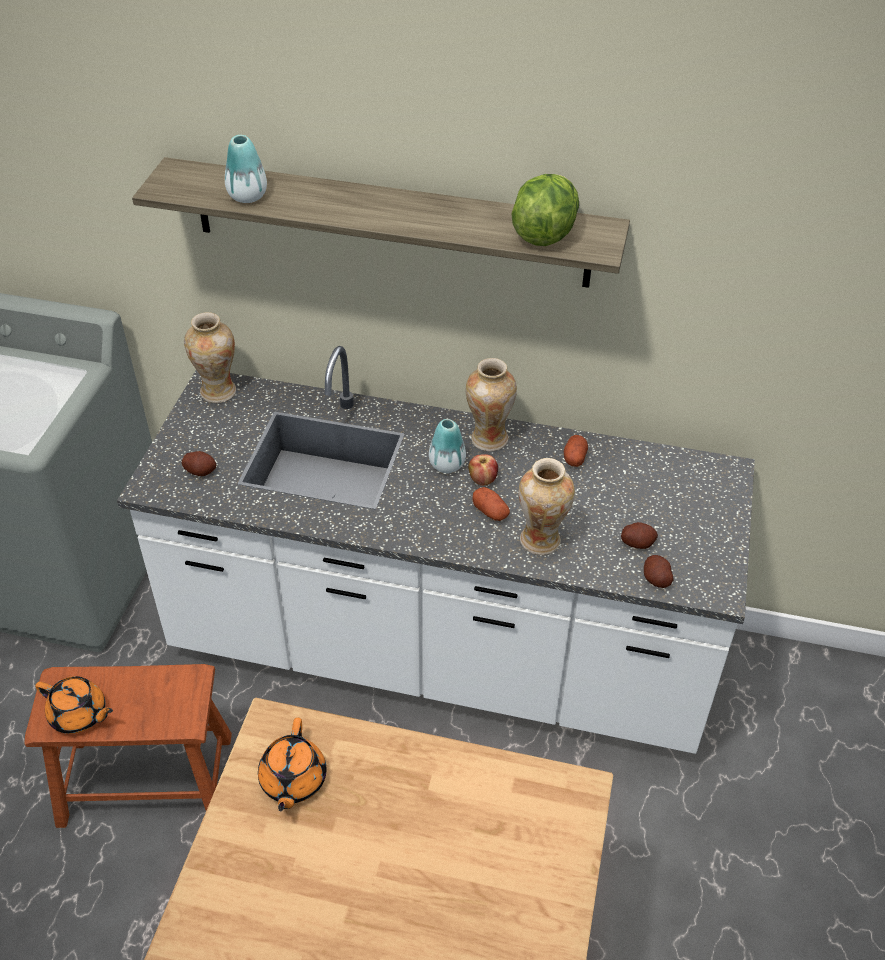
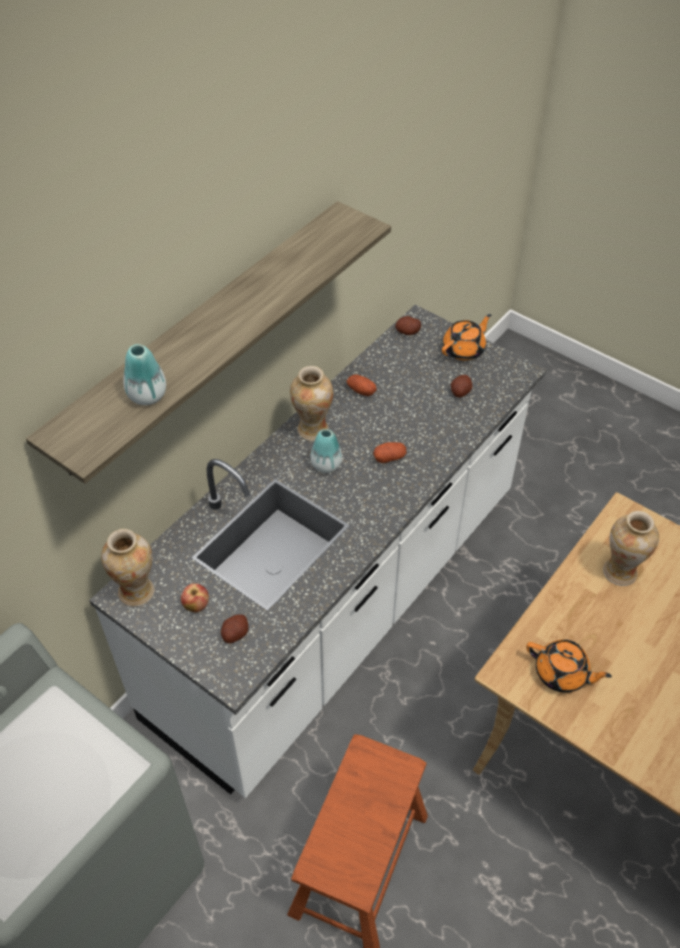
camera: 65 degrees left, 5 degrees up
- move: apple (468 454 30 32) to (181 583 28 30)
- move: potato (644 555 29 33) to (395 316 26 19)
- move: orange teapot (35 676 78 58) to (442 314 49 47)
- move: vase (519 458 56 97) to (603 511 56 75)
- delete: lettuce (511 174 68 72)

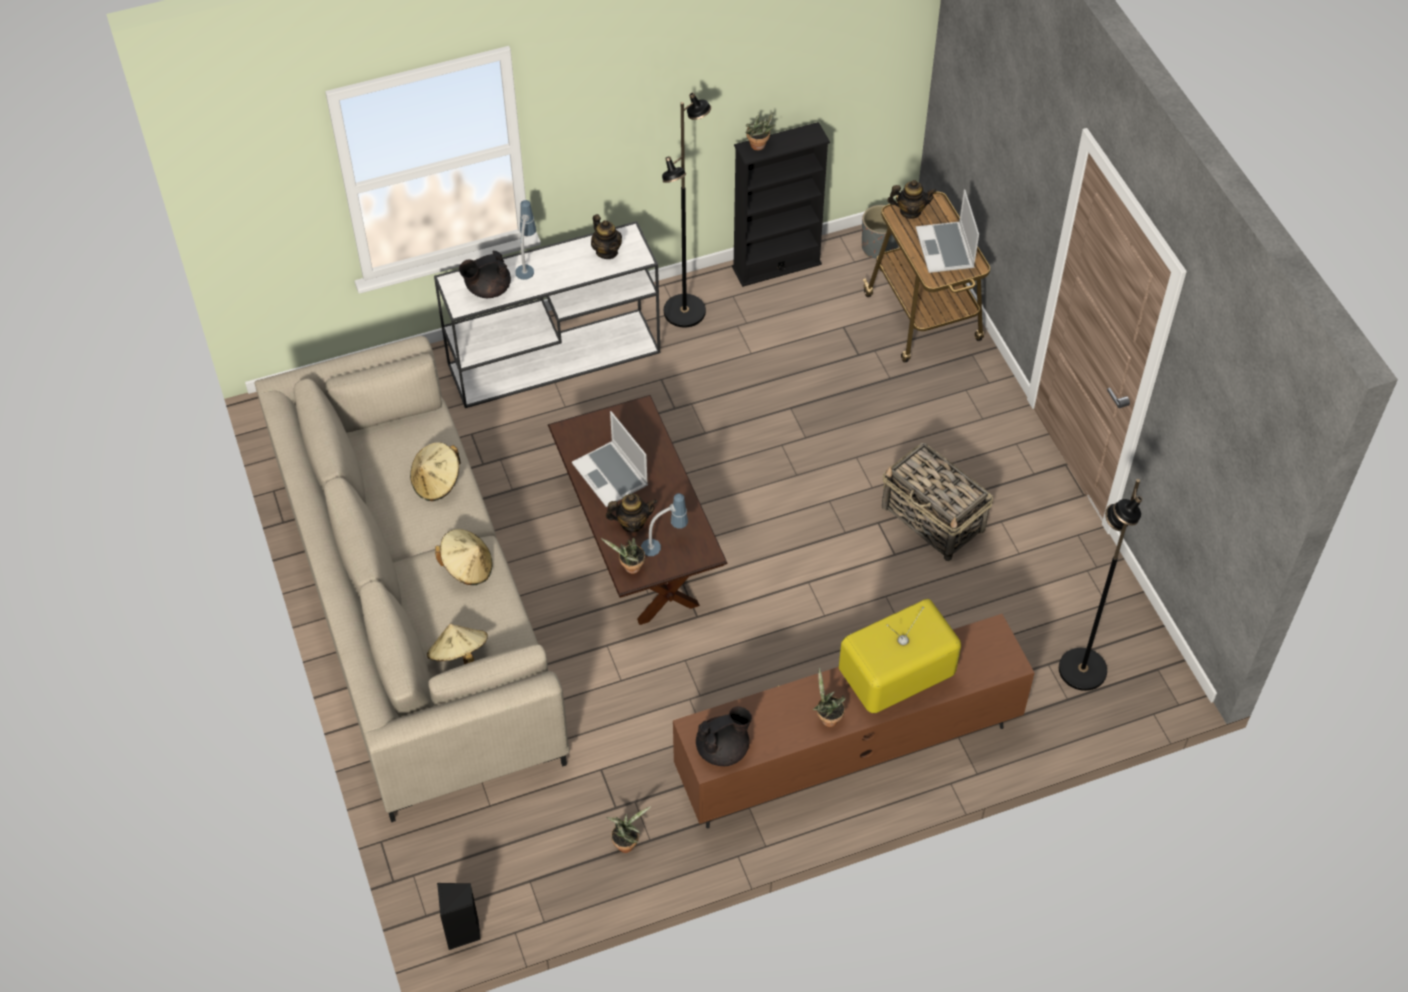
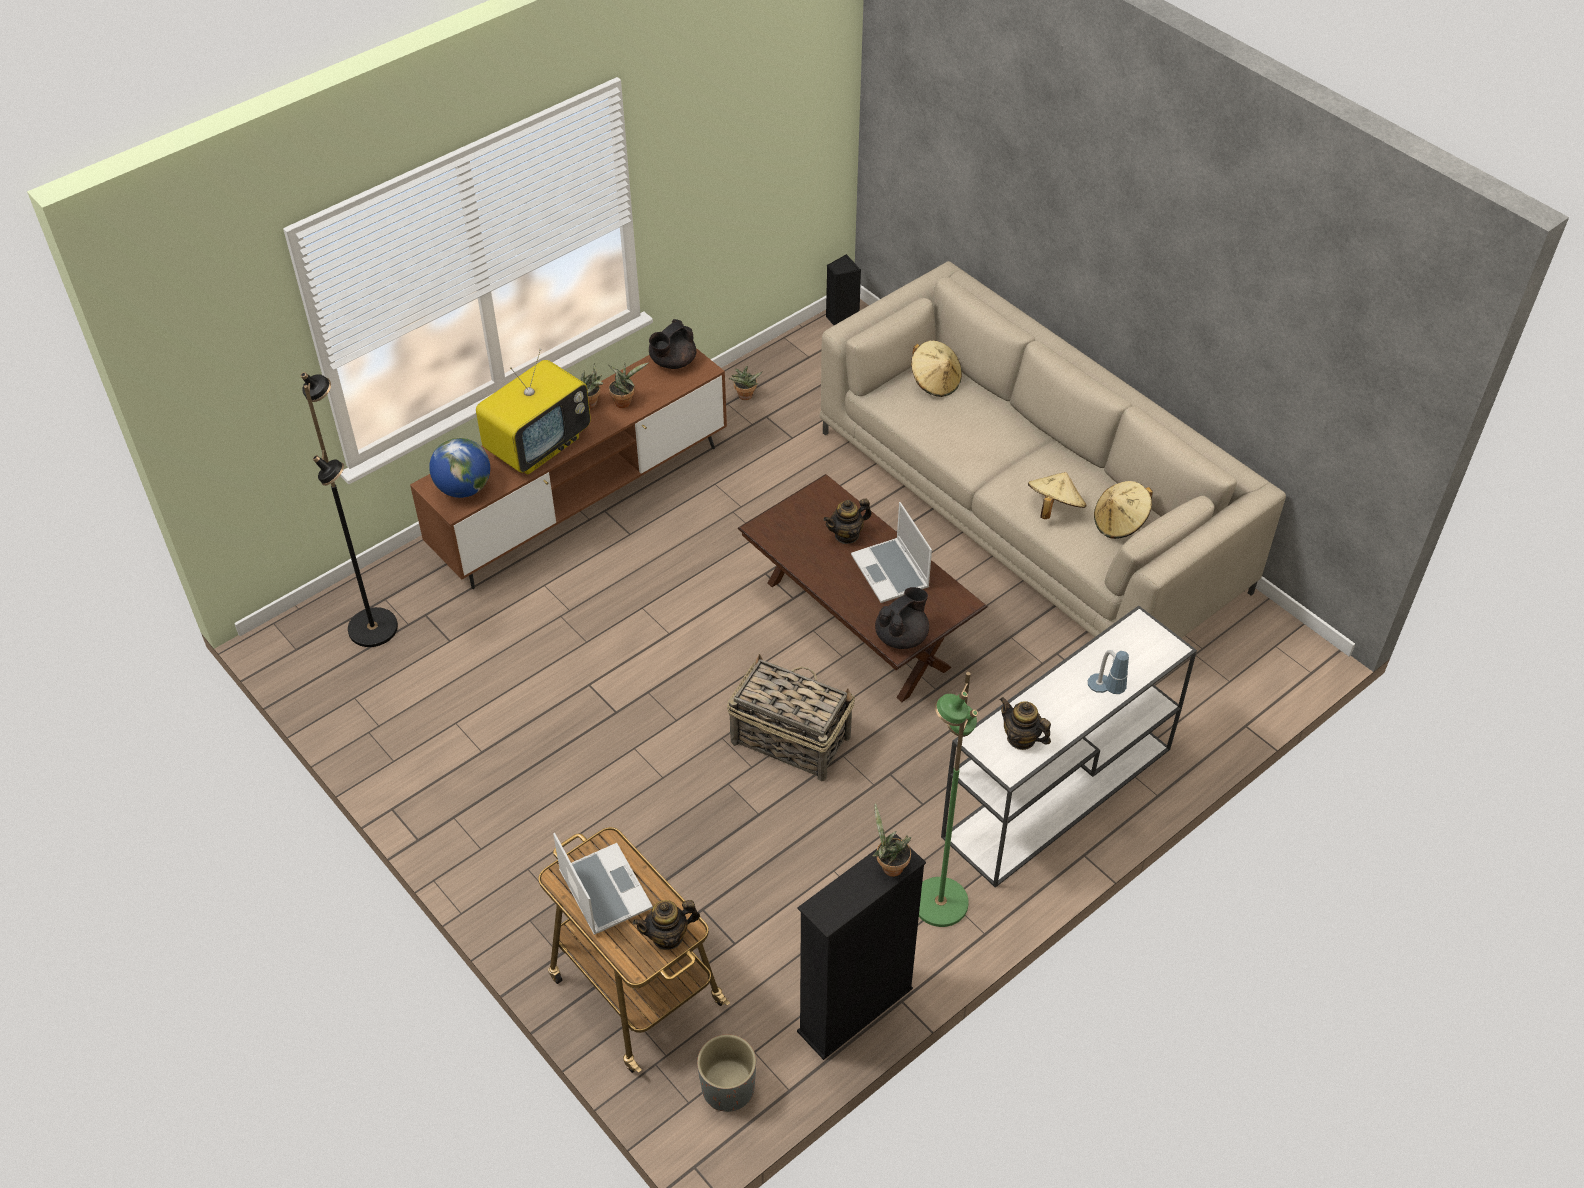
camera: 160 degrees right, 5 degrees down
- insert: globe (429 438 61 60)
- move: potted plant (601 537 44 37) to (608 362 41 46)
- move: basket (882 443 111 118) to (727 653 128 129)
- rotate: laptop (572 411 76 96) = (851 502 81 101) 150 degrees counterclockwise
- move: black teapot (459 251 52 47) to (875 587 54 62)
- recolor: black floor lamp (662 93 49 234) to green floor lamp (919 672 59 255)
- move: beige hat (435 529 58 56) to (1094 481 59 58)
- delete: table lamp (641 493 47 63)

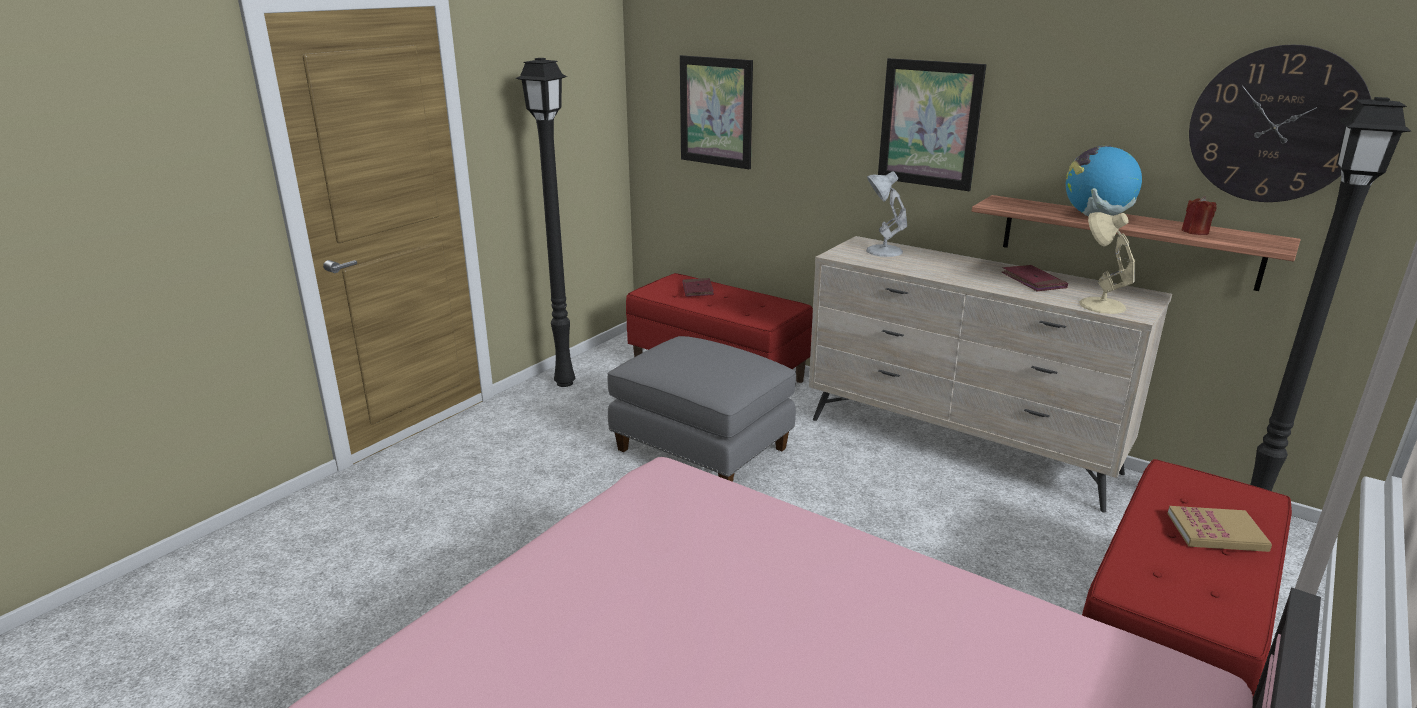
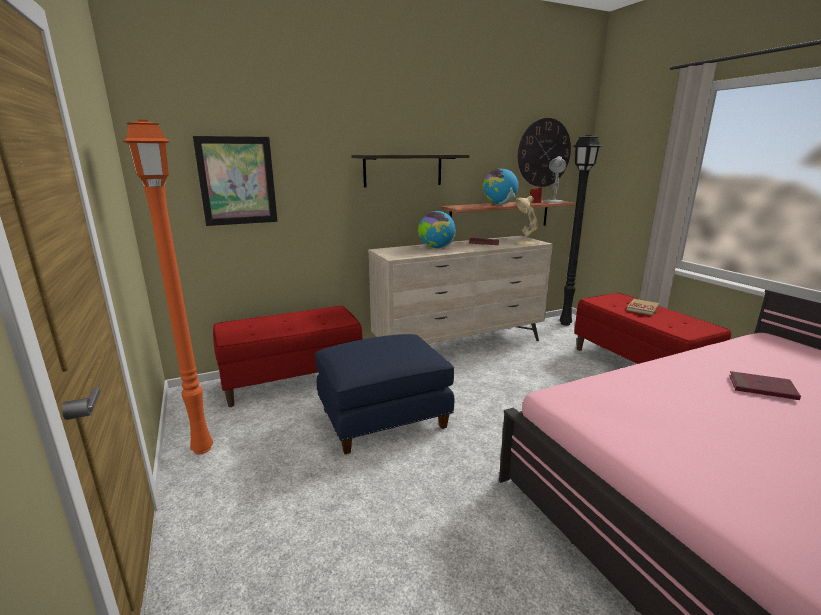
camera: 60 degrees left, 5 degrees down
- recolor: black floor lamp (516 58 59 329) to orange floor lamp (122 120 91 334)
- recolor: grey ottoman (607 336 189 146) to blue ottoman (315 334 139 120)
- replace: picture (878 58 109 133) to shelf (351 155 118 32)
- insert: globe (418 211 38 38)
- move: white table lamp (866 171 41 86) to (544 156 22 47)
- move: red book (682 278 32 19) to (729 371 72 29)

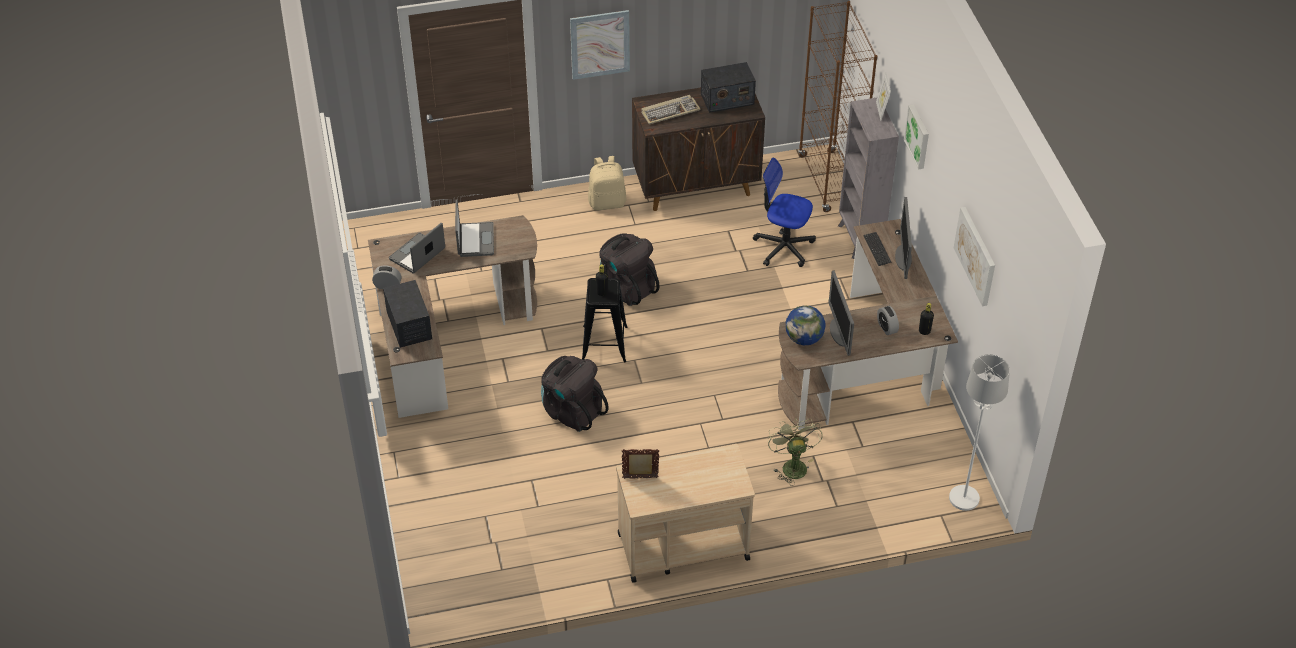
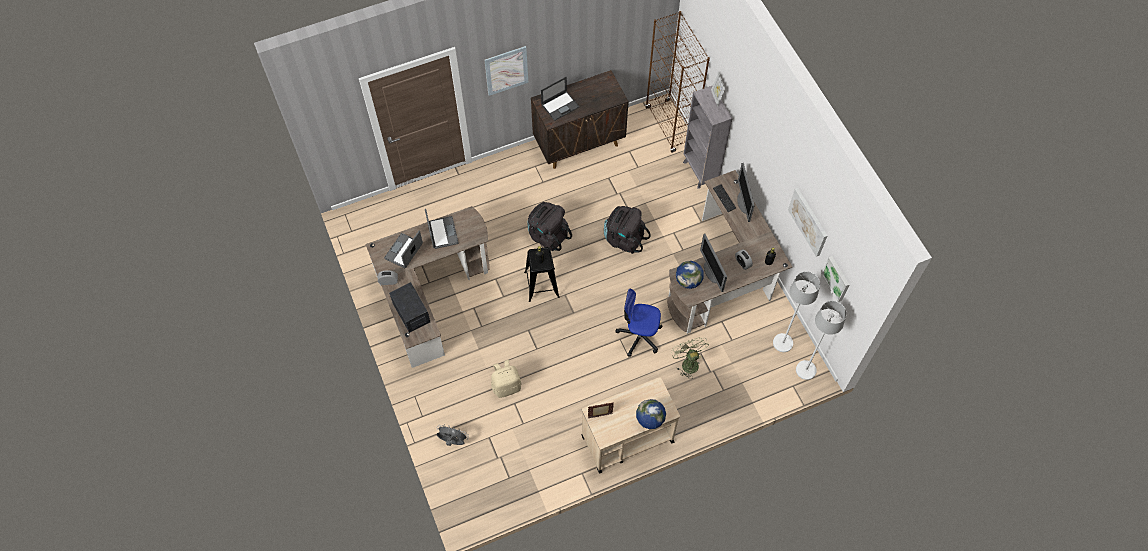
camera: 10 degrees left, 15 degrees up
- insert: grey fan (436 424 33 22)
- move: beige backpack (588 156 39 55) to (491 360 31 38)
- replace: keyboard (641 95 60 30) to laptop (541 77 38 44)
- move: black backpack (541 356 68 76) to (604 206 46 48)
- move: office chair (753 158 63 109) to (615 289 47 68)
- insert: globe (636 399 30 30)
- insert: white floor lamp (773 271 47 81)
- move: picture (904 104 25 66) to (822 256 28 46)
- delete: radio (701 62 55 51)

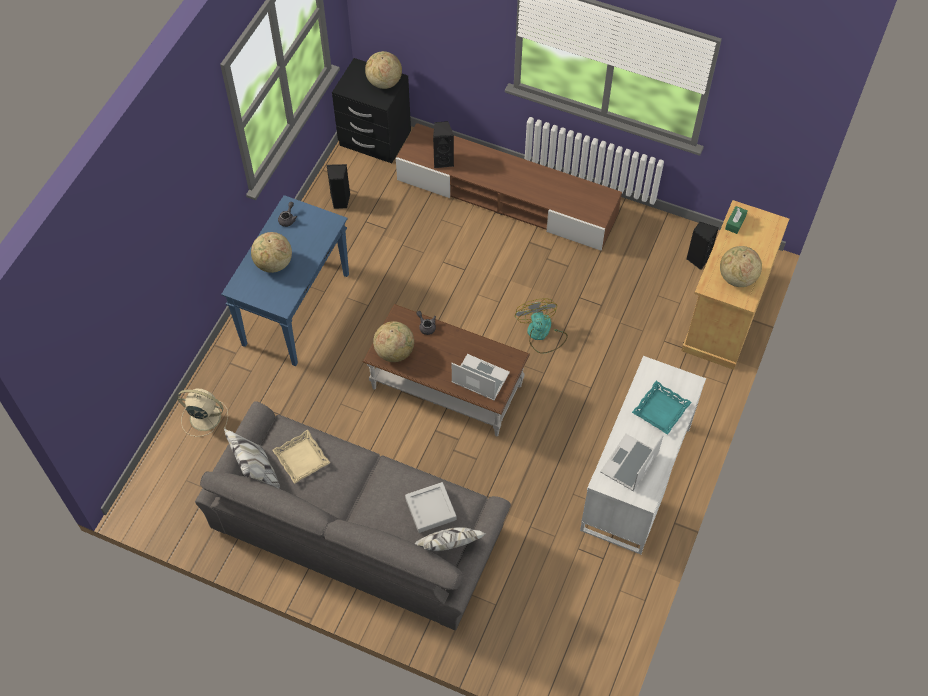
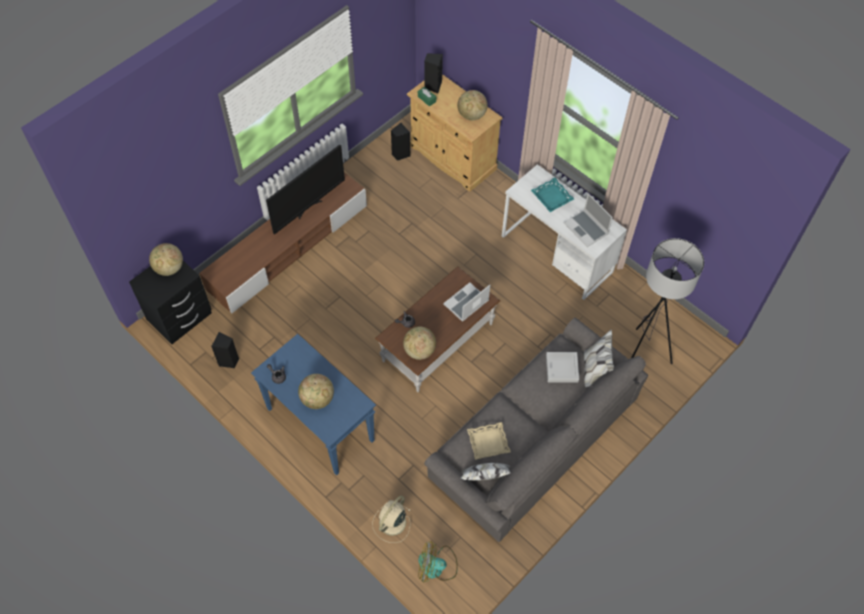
camera: 70 degrees left, 0 degrees up
- insert: television (266 144 79 90)
- move: fan (515 298 53 56) to (419 541 39 41)
- move: black speaker (433 121 21 47) to (424 53 19 40)
- insert: grey floor lamp (631 238 73 126)

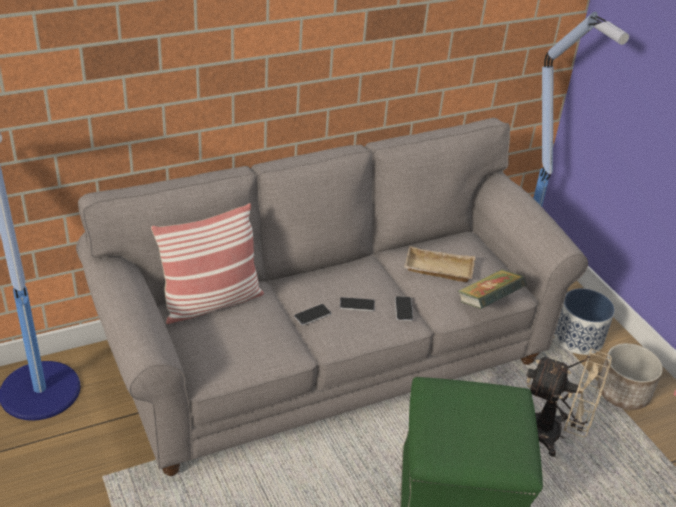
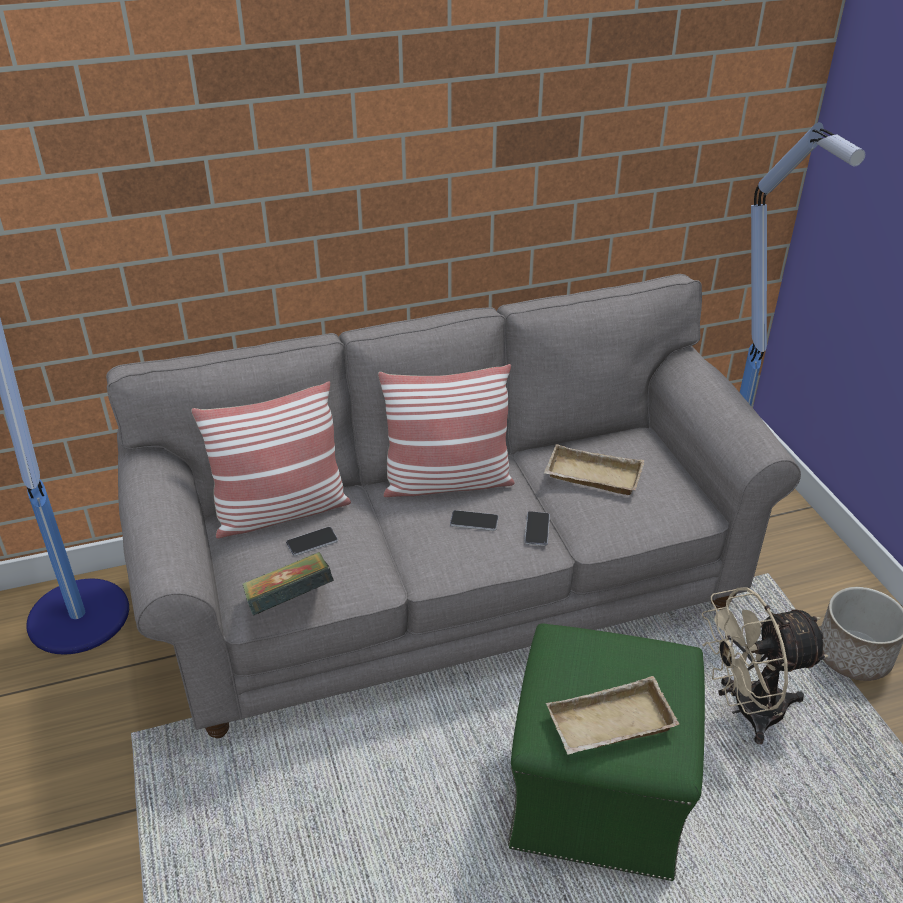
camera: 10 degrees right, 0 degrees up
- move: book (457 269 70 40) to (242 552 92 64)
- move: phone (294 304 37 22) to (286 527 52 29)
- insert: pillow (378 364 137 133)
- insert: beige tray (546 676 134 79)
- rotate: beige fan (527 348 85 109) = (702 587 127 157) 135 degrees clockwise
- delete: planter (554 288 61 67)

